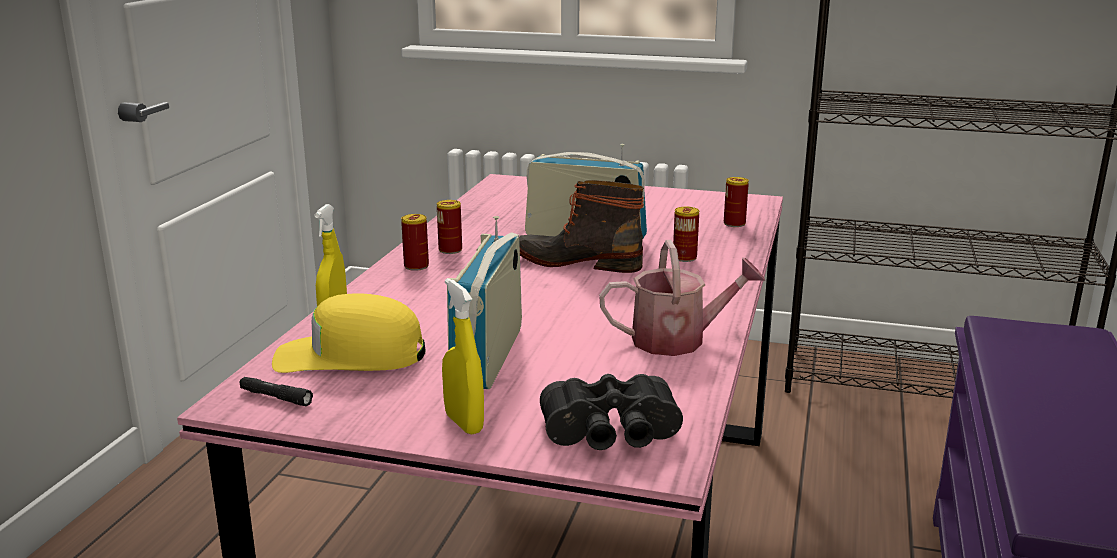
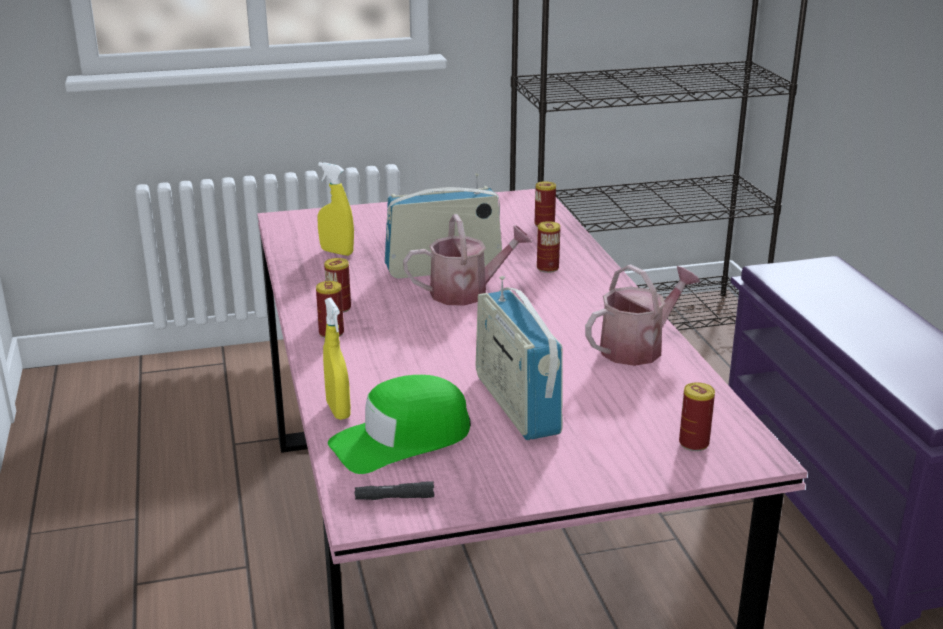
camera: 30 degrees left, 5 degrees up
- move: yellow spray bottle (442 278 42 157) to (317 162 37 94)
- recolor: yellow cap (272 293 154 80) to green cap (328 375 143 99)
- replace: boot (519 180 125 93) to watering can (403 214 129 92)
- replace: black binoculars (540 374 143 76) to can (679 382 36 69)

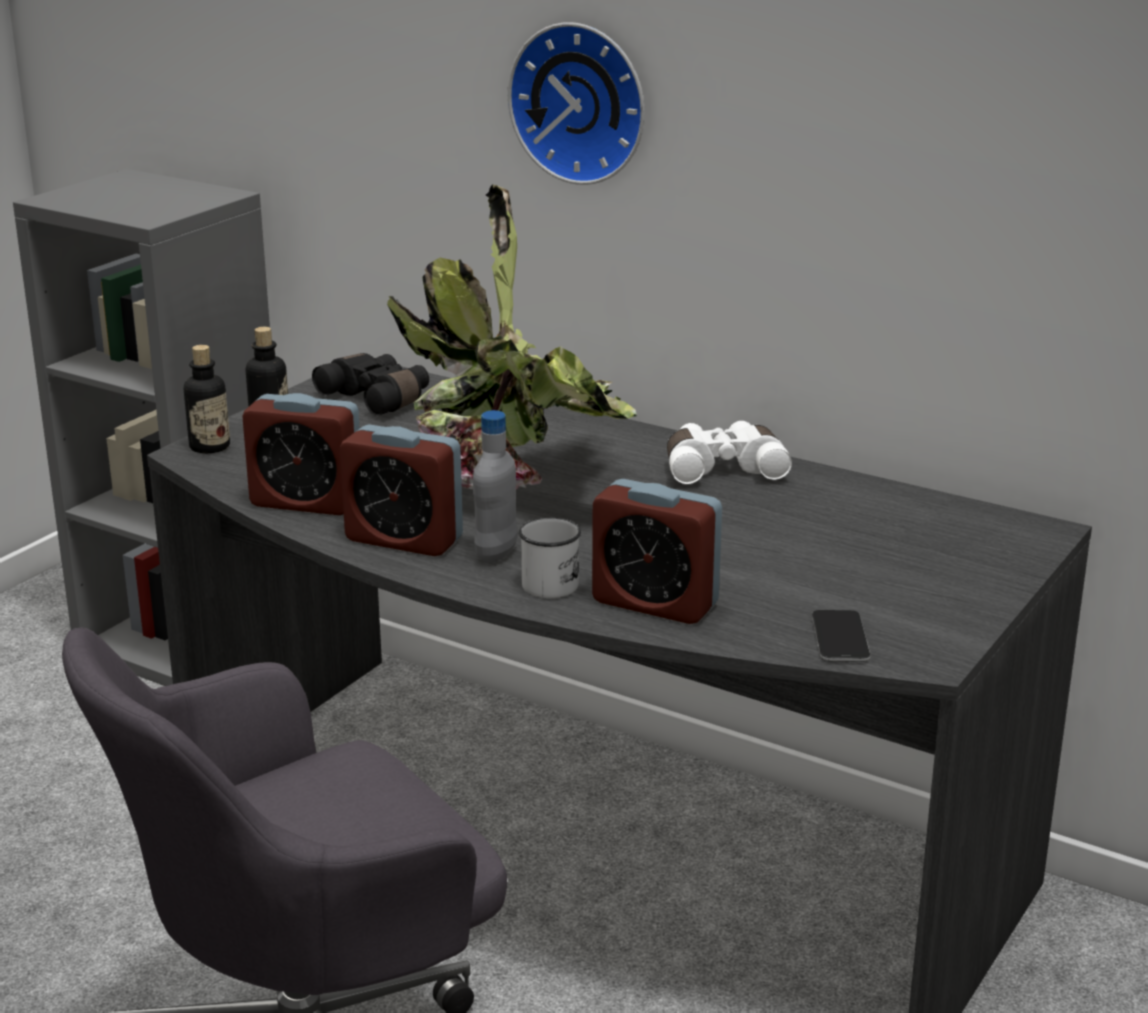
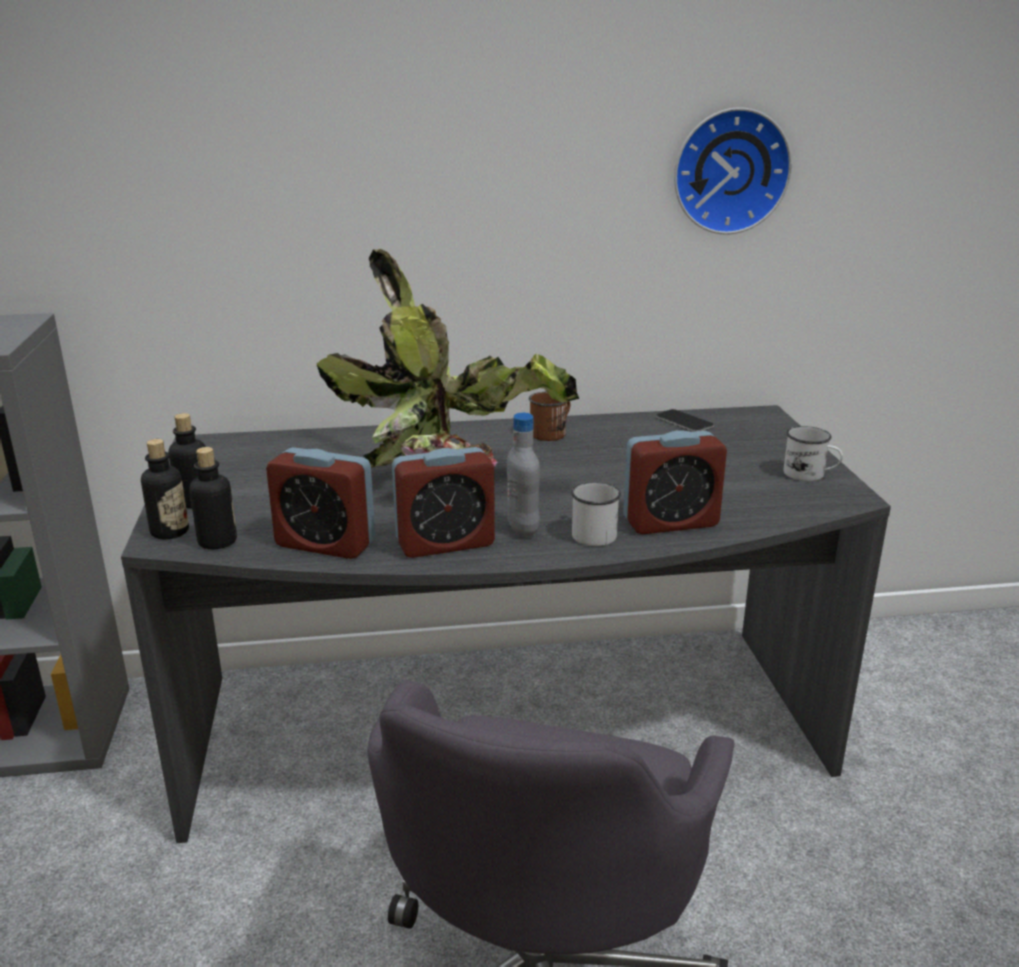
camera: 40 degrees left, 0 degrees up
- insert: bottle (189 447 48 102)
- rotate: alarm clock (243 393 117 122) = (266 447 109 112) 45 degrees clockwise
- replace: white binoculars (667 421 125 63) to brown mug (529 391 41 50)
- move: phone (812 610 59 52) to (656 409 58 23)
- move: wall clock (508 22 137 163) to (674 107 118 127)
- insert: white mug (783 426 60 55)
- delete: black binoculars (312 353 117 63)

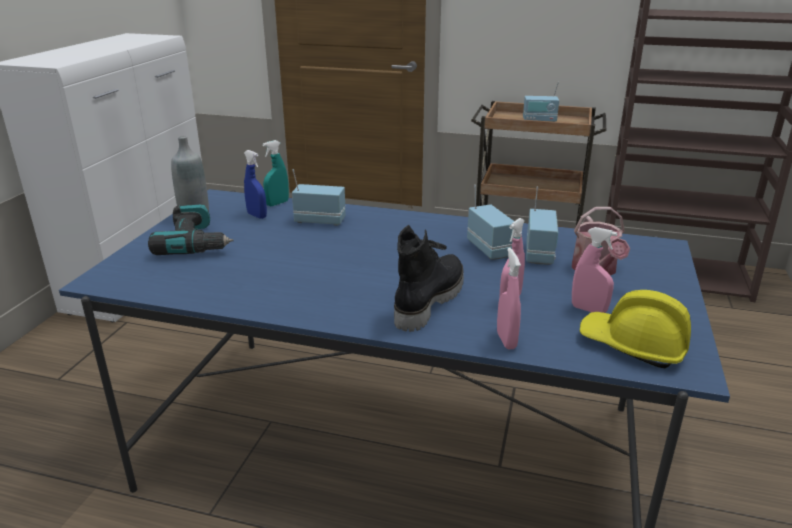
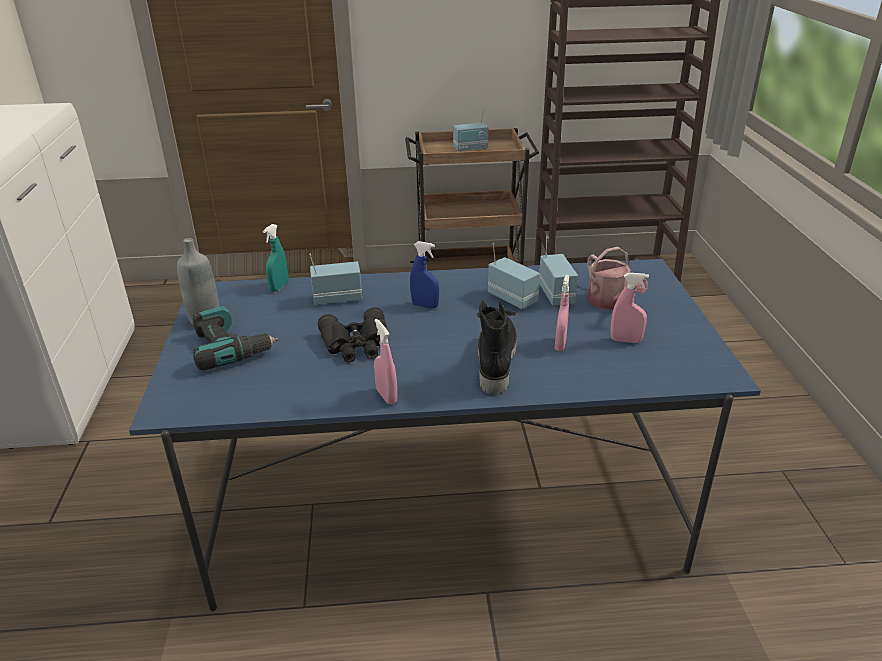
camera: 20 degrees left, 5 degrees up
- insert: black binoculars (318 307 68 56)
- move: pink spray bottle (497 248 24 101) to (374 319 23 86)
- move: blue spray bottle (244 150 23 69) to (410 241 29 67)
- delete: yellow hard hat (579 290 112 78)

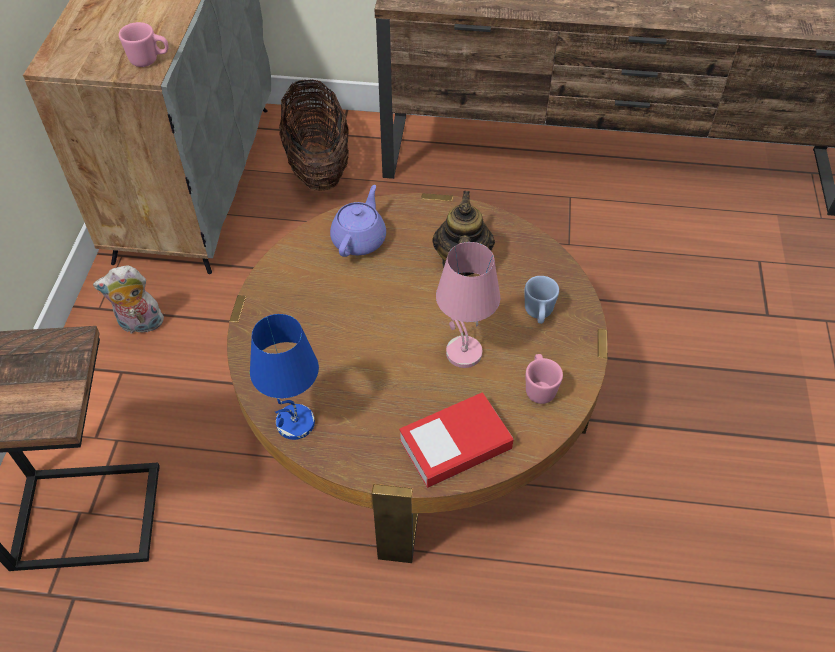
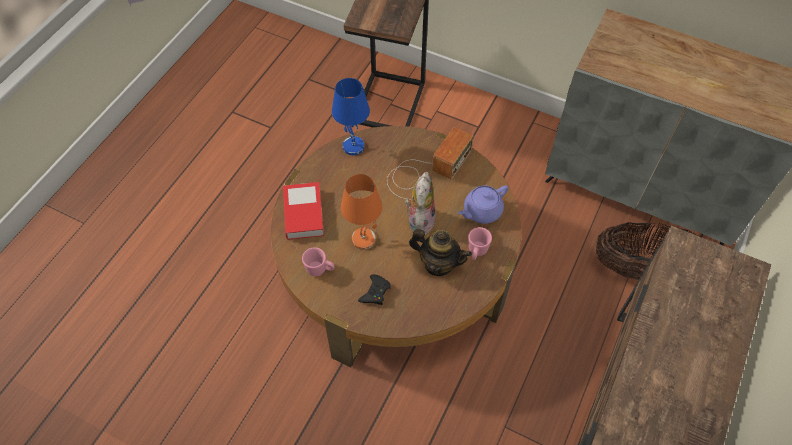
camera: 110 degrees right, 5 degrees up
- recolor: pink table lamp (436 242 64 126) to orange table lamp (341 174 41 76)
- replace: blue mug (525 276 34 48) to black game controller (358 274 33 31)
- insert: radio (387 127 87 73)
- move: plush toy (93 265 72 68) to (405 172 31 65)
- rotate: purple teapot (330 185 56 72) = (458 185 50 39) 105 degrees clockwise
- move: pink mug (119 22 50 45) to (468 227 24 33)

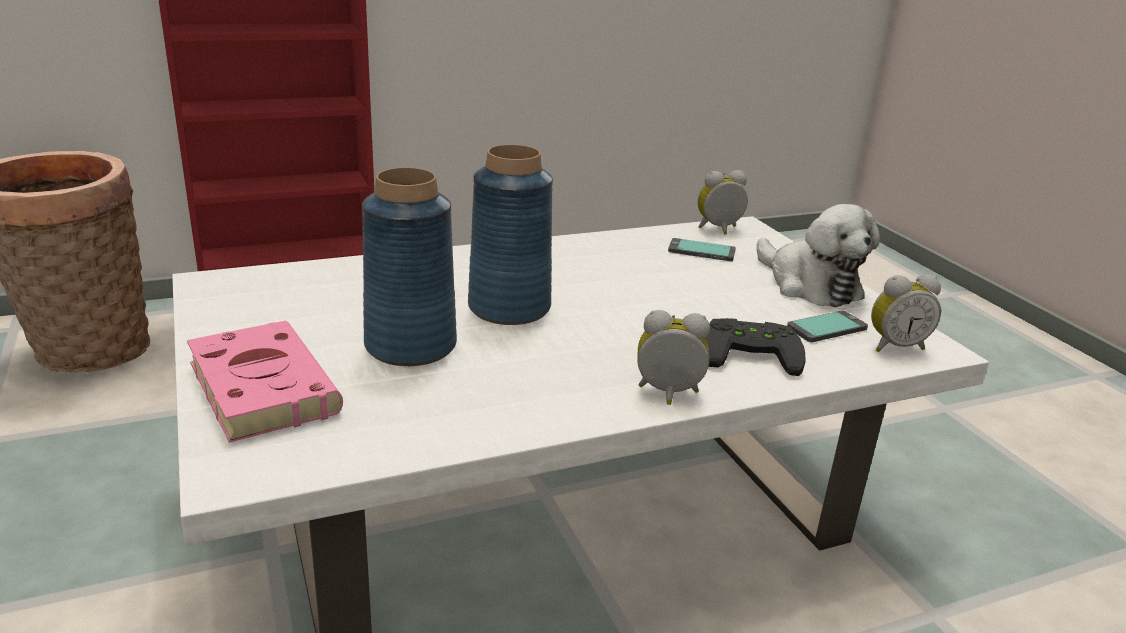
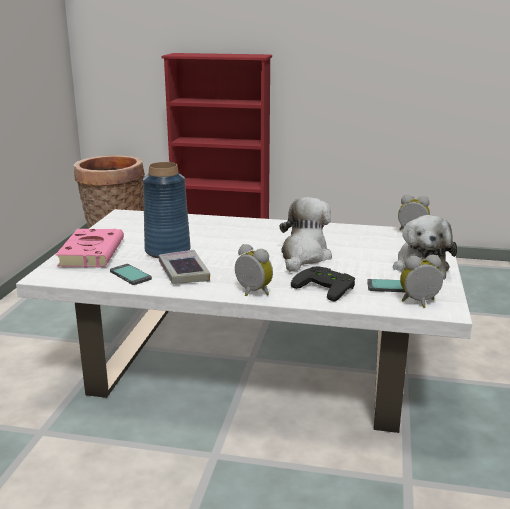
camera: 35 degrees right, 5 degrees down
- move: phone (668 238 68 23) to (110 264 42 21)
- insert: book (159 250 51 33)
- insert: plush toy (279 197 53 75)
- rotate: alarm clock (871 274 70 78) = (400 255 43 53) 150 degrees clockwise
- delete: blue vase (468 144 85 181)

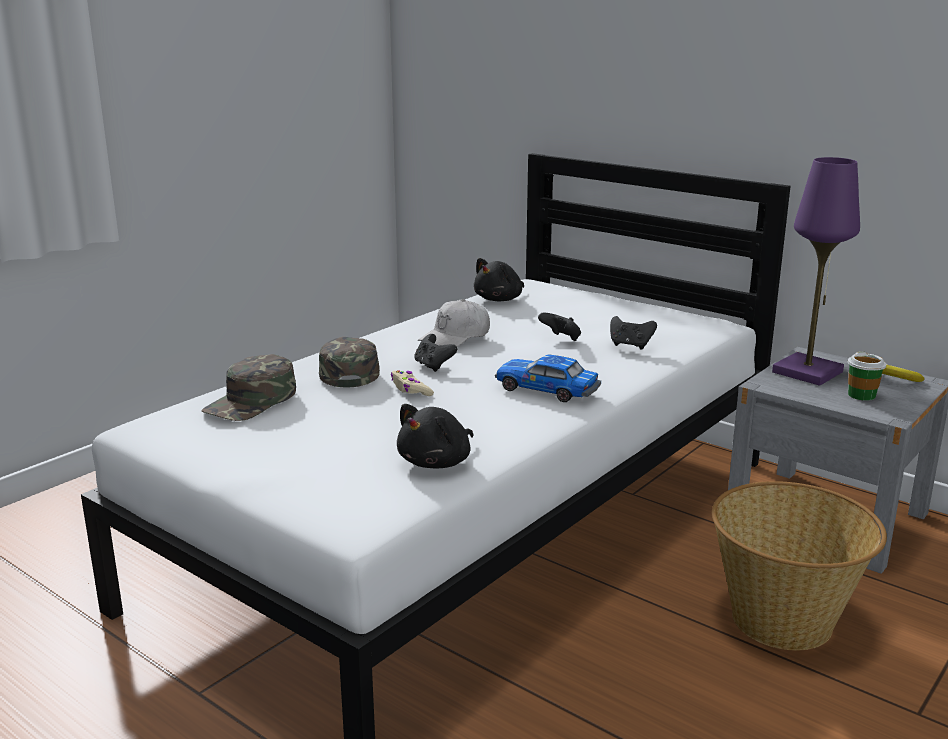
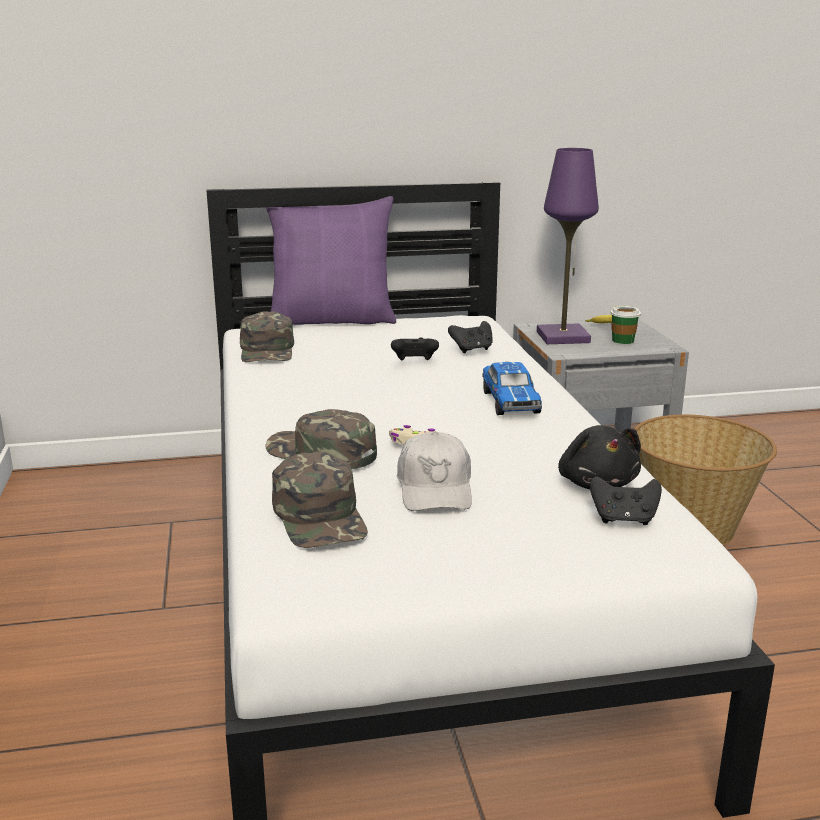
camera: 50 degrees left, 0 degrees up
- replace: black plush toy (474 258 50 43) to green cap (240 311 54 51)
- insert: purple pillow (266 196 130 128)
- move: white cap (418 299 72 48) to (397 432 75 79)
- rotate: toy car (495 354 106 48) = (482 362 60 53) 75 degrees counterclockwise
- move: black game controller (414 334 43 38) to (590 476 72 49)

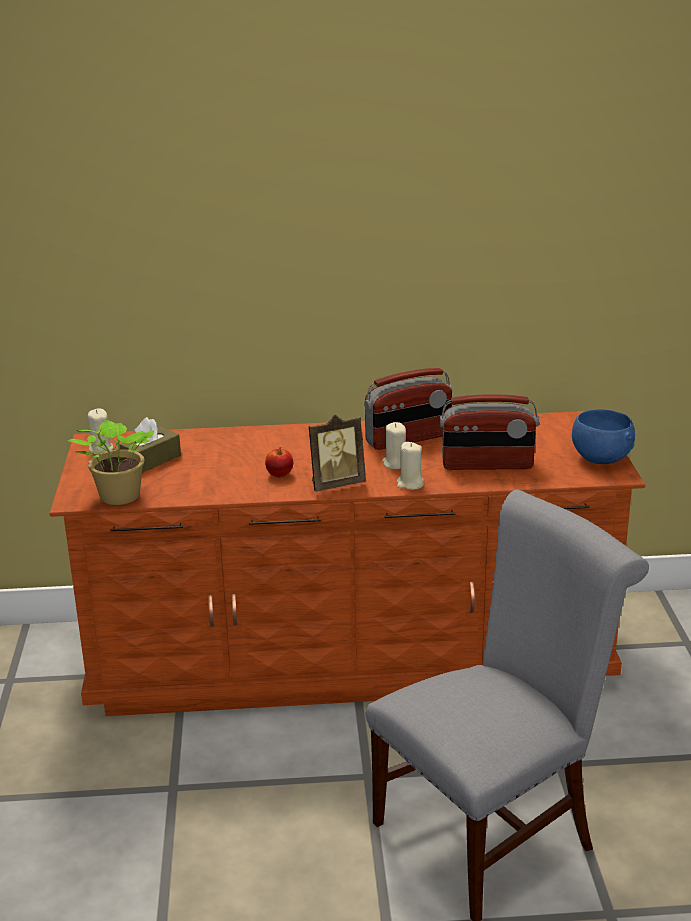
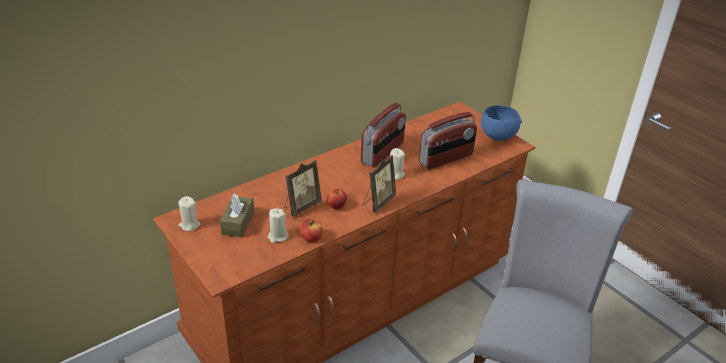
camera: 35 degrees left, 10 degrees up
- move: beige candle (397 442 27 48) to (268 208 21 35)
- insert: picture frame (284 160 37 57)
- insert: apple (300 219 23 23)
- delete: potted plant (68 420 86 85)

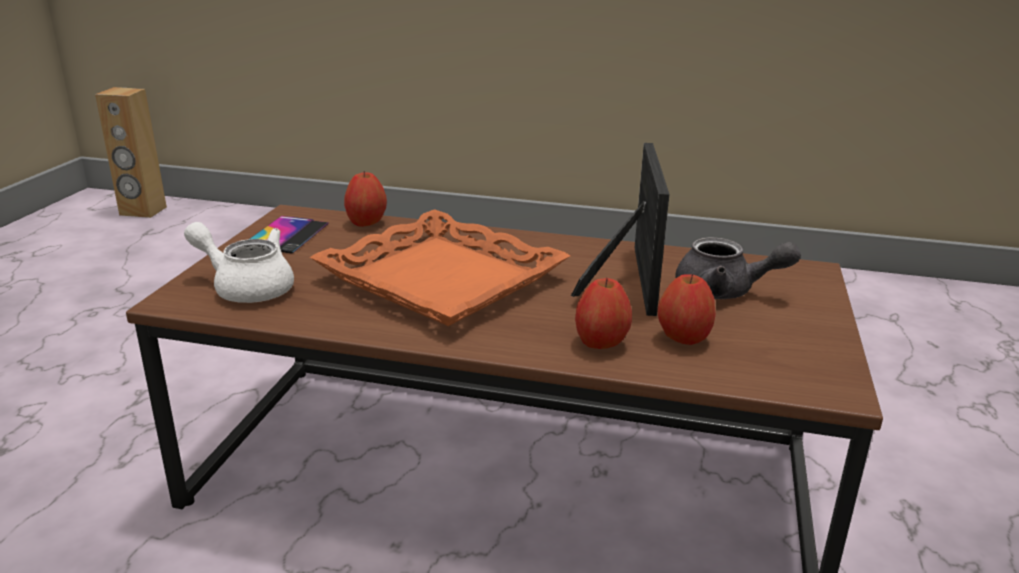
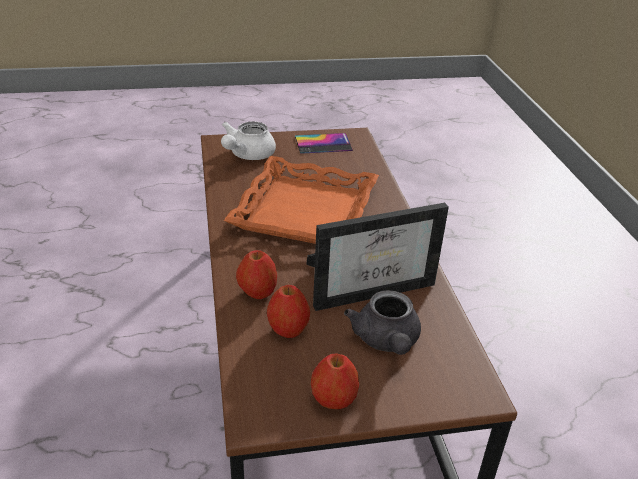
camera: 65 degrees right, 10 degrees up
- rotate: white teapot (184 222 110 81) = (221 121 55 39) 150 degrees counterclockwise
- move: apple (344 171 43 56) to (311 354 48 55)
- delete: brown speaker (95 87 72 131)

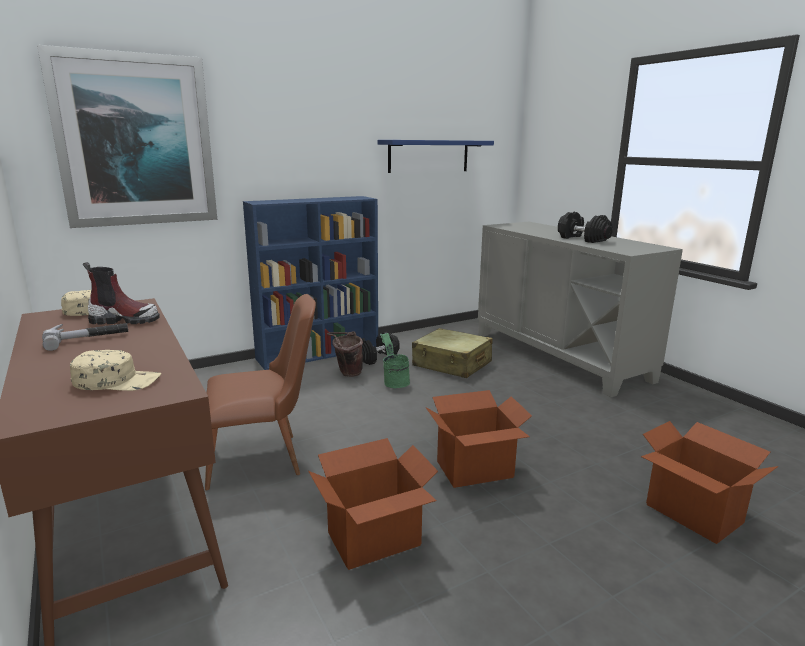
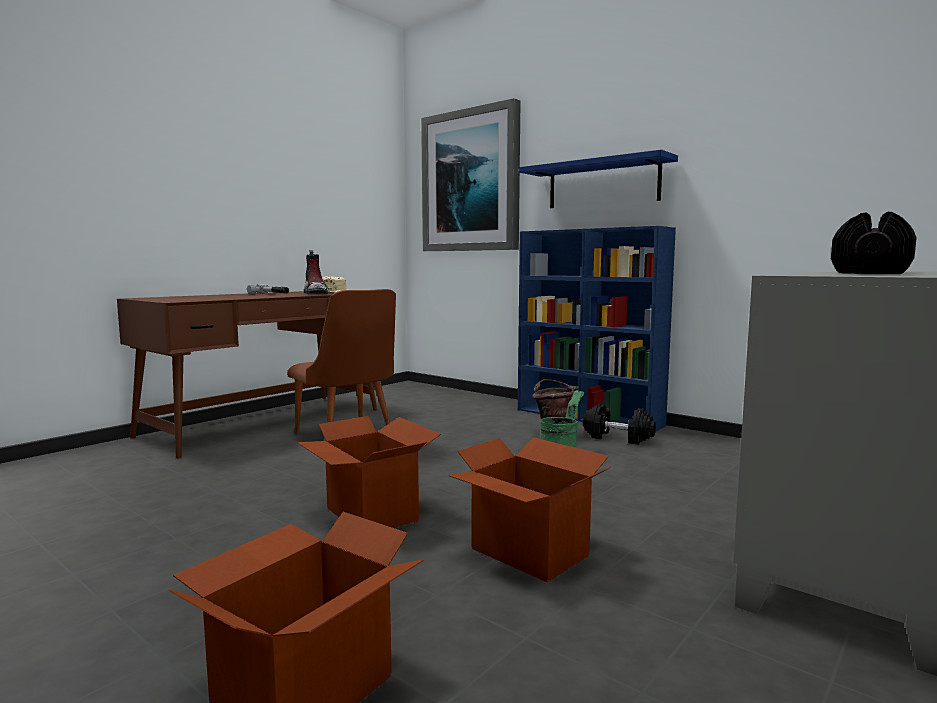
camera: 70 degrees right, 10 degrees down
- move: cardboard box (308 438 130 132) to (448 437 163 145)
- move: blue shelf (378 140 116 33) to (519 149 159 59)
- delete: beige cap (70 350 91 41)
- delete: beige suitcase (412 328 81 50)

